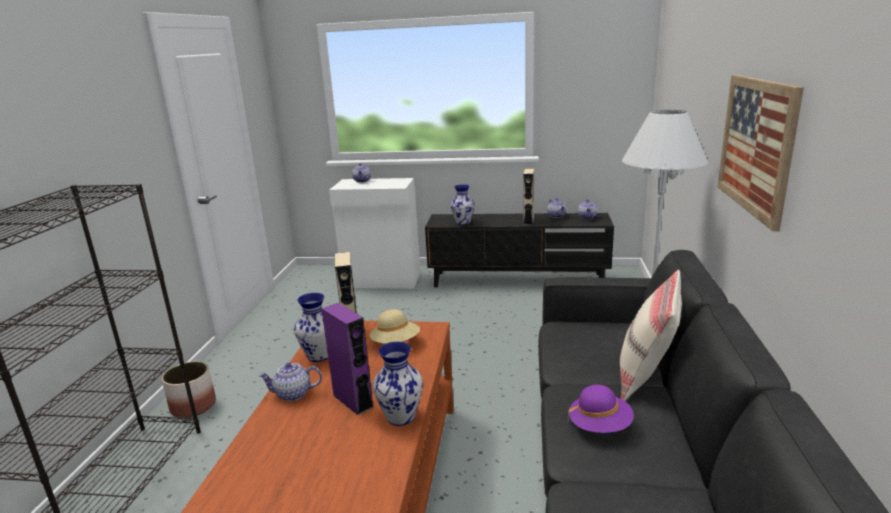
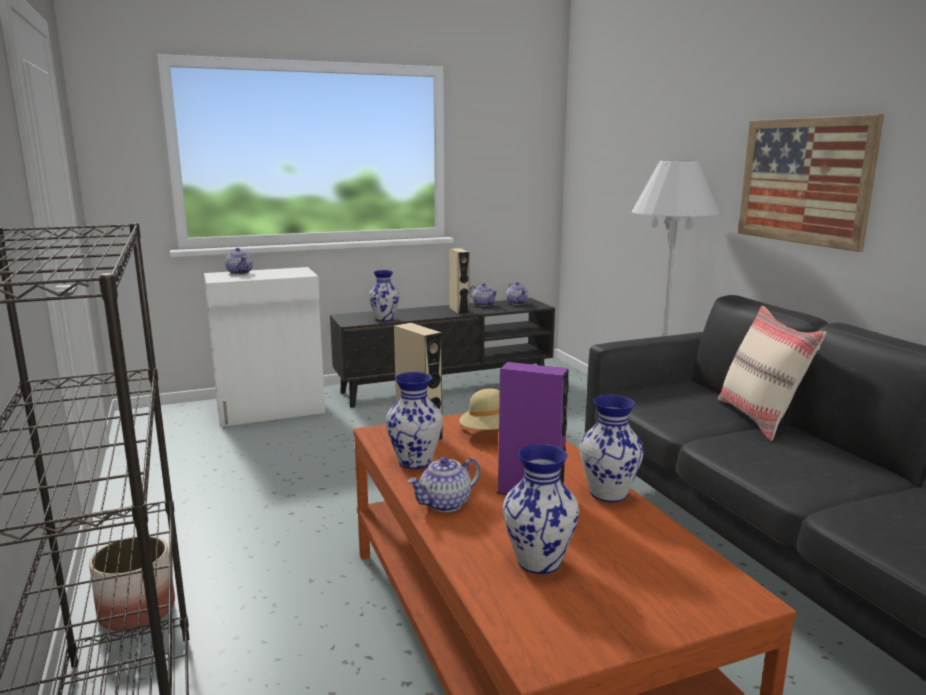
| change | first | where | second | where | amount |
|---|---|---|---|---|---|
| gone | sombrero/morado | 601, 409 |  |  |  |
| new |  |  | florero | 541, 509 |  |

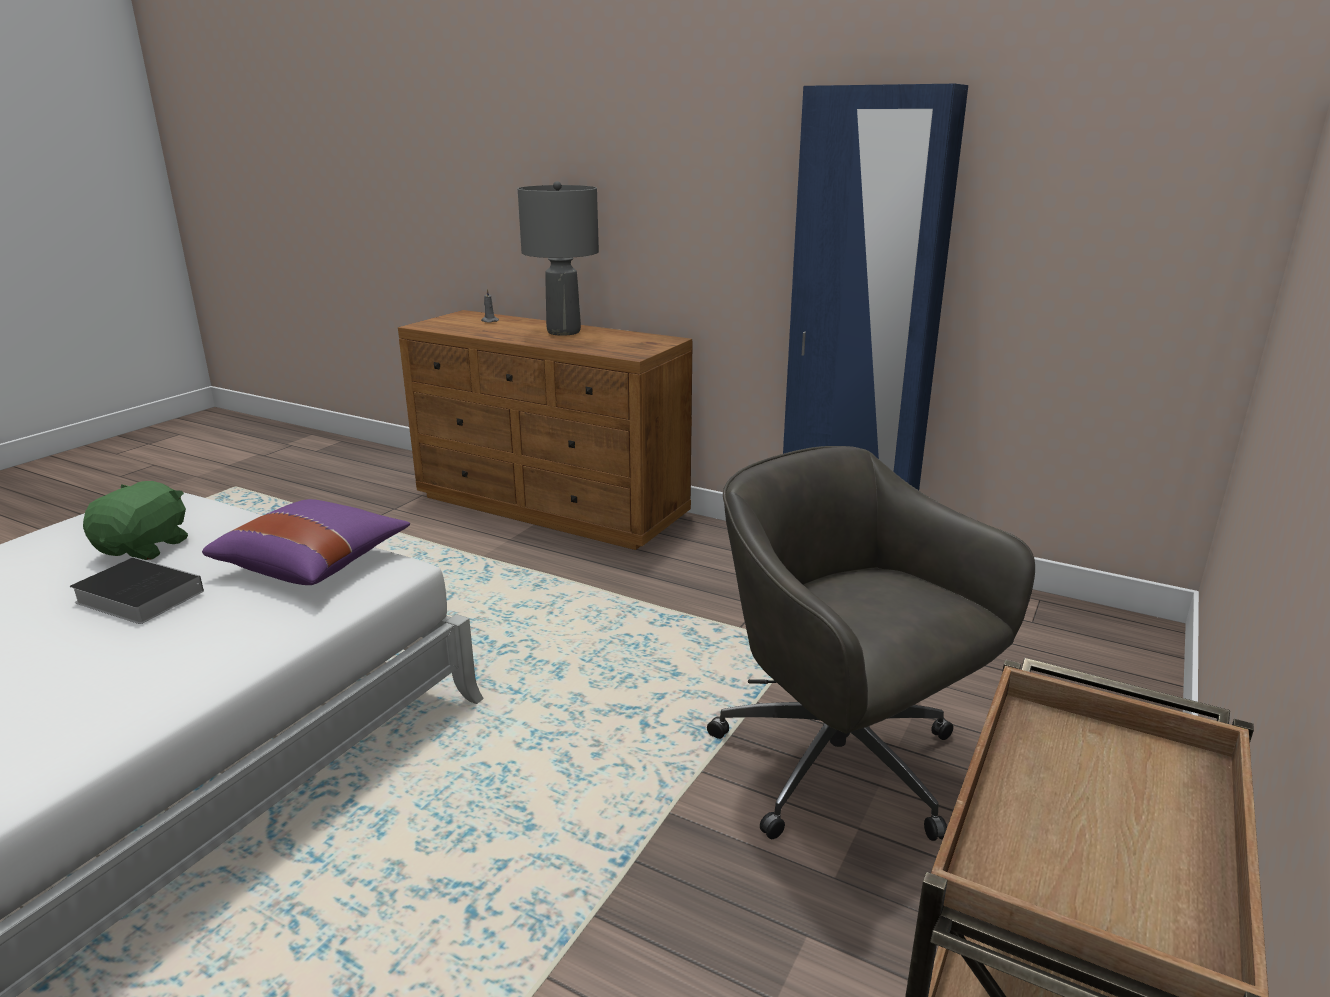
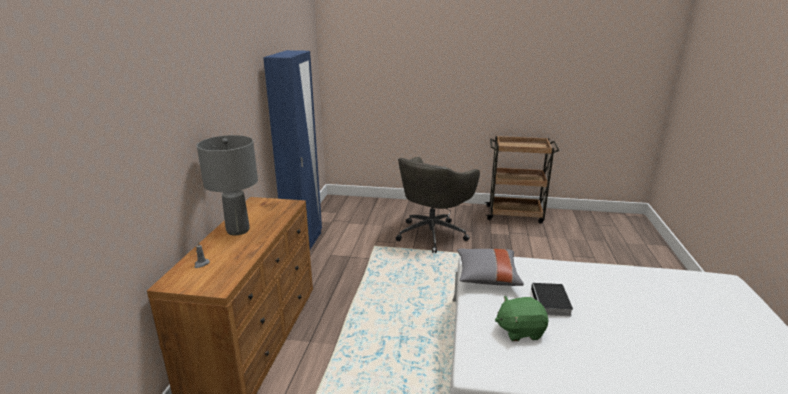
| change | first | where | second | where | amount |
|---|---|---|---|---|---|
| repainted | cojín/morado | 306, 542 | cojín/gris | 490, 267 |  |

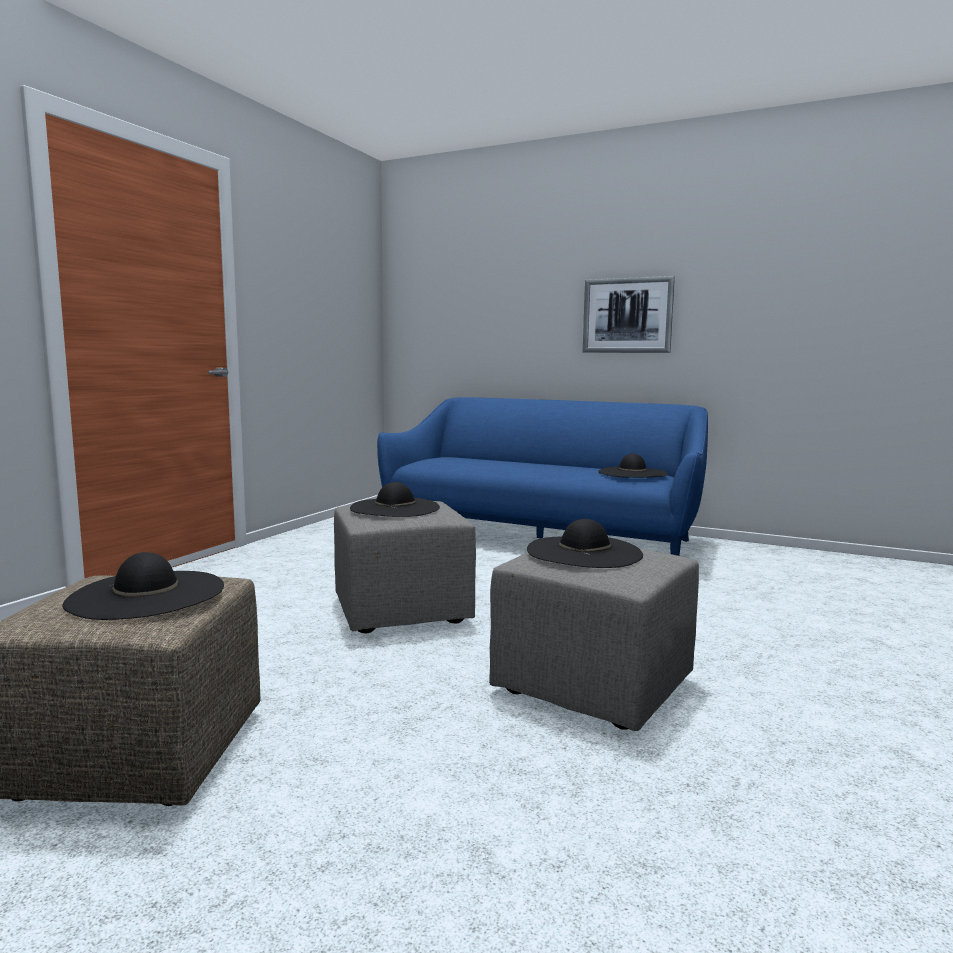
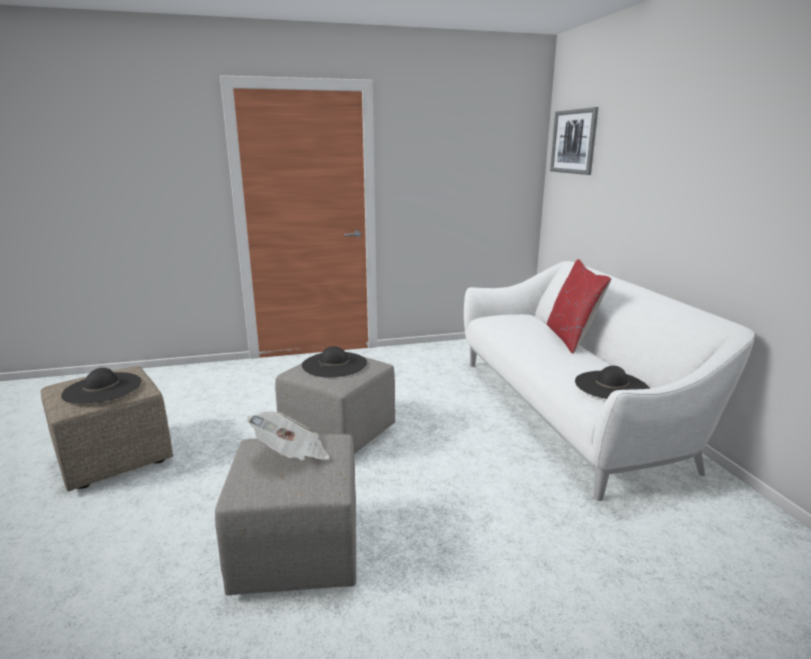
| change | first | where | second | where | amount |
|---|---|---|---|---|---|
| repainted | sofá/azul | 542, 476 | sofá/blanco | 609, 381 |  |
| swapped | sombrero/negro | 585, 543 | periódico | 288, 436 |  |
| shifted | cuadro | 629, 314 |  | 574, 141 |  |
| new |  |  | cojín/rojo | 579, 306 |  |

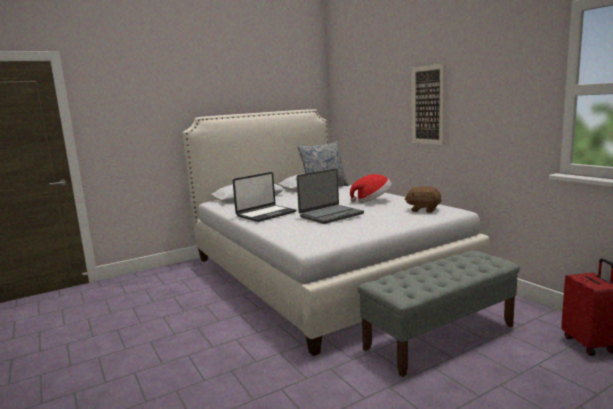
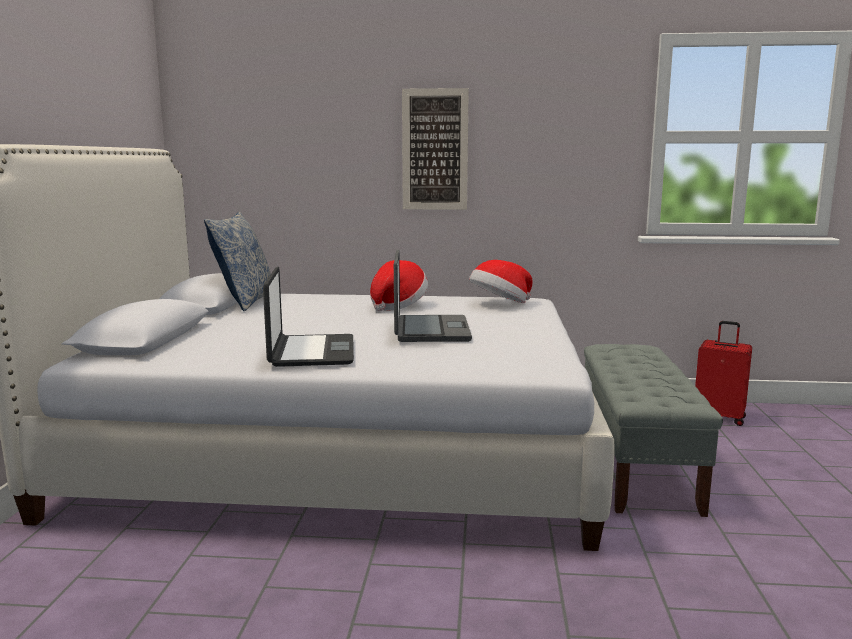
| change | first | where | second | where | amount |
|---|---|---|---|---|---|
| swapped | peluche/marrón | 423, 199 | sombrero | 501, 281 |  |

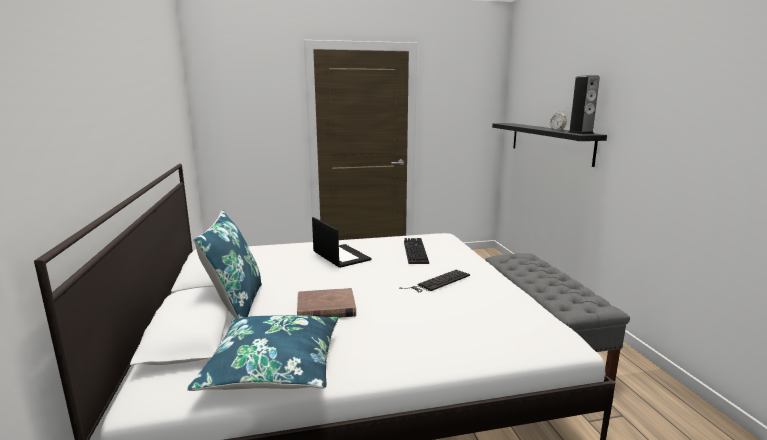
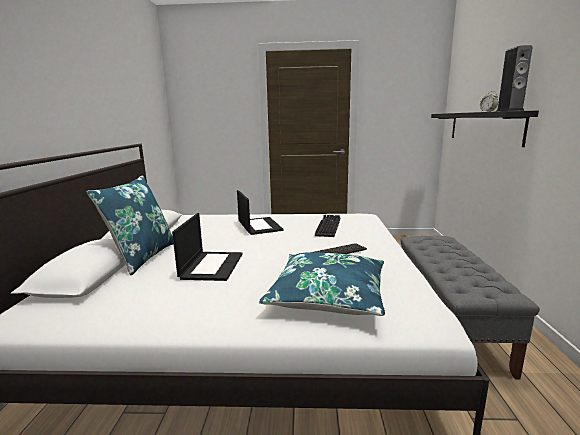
| change | first | where | second | where | amount |
|---|---|---|---|---|---|
| shifted | cojín/azul | 263, 353 |  | 322, 284 |  |
| swapped | libro/marrón | 326, 303 | portátil | 207, 247 |  |

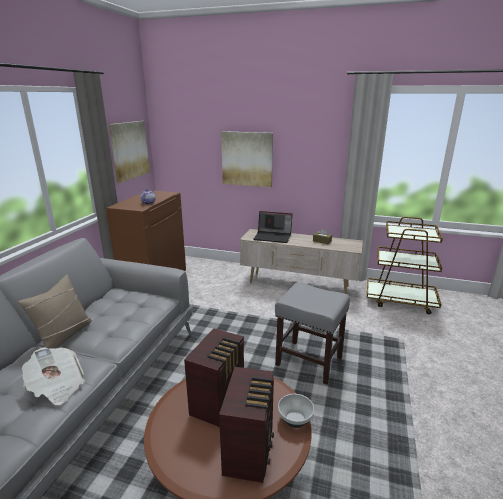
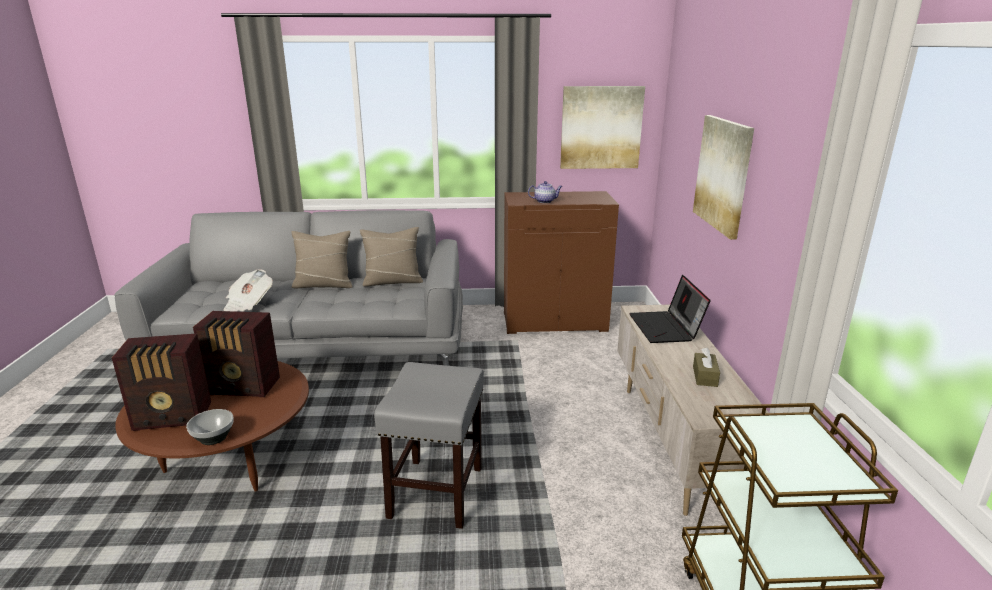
| change | first | where | second | where | amount |
|---|---|---|---|---|---|
| new |  |  | cojín/beis | 391, 257 |  |

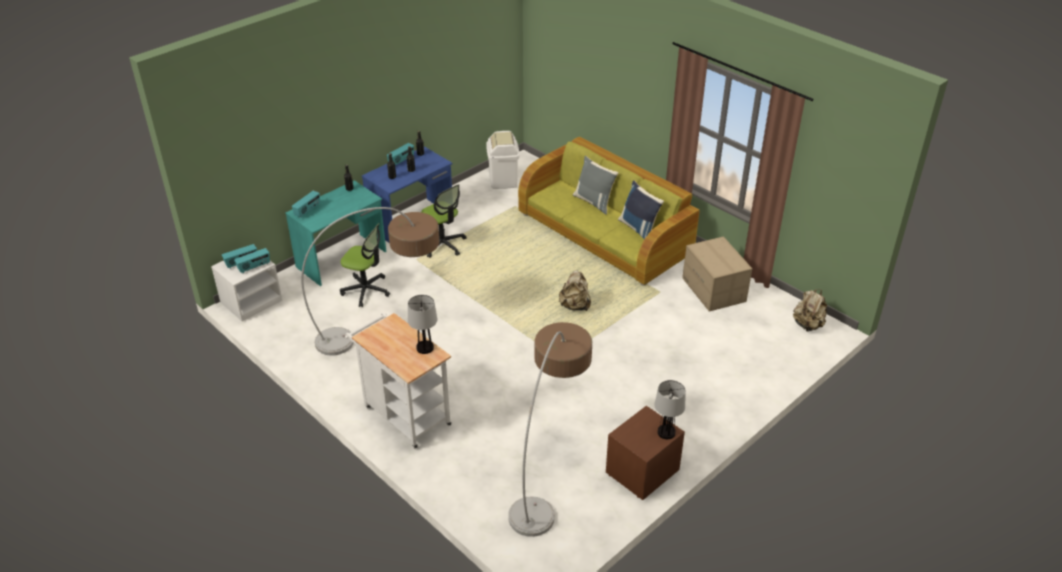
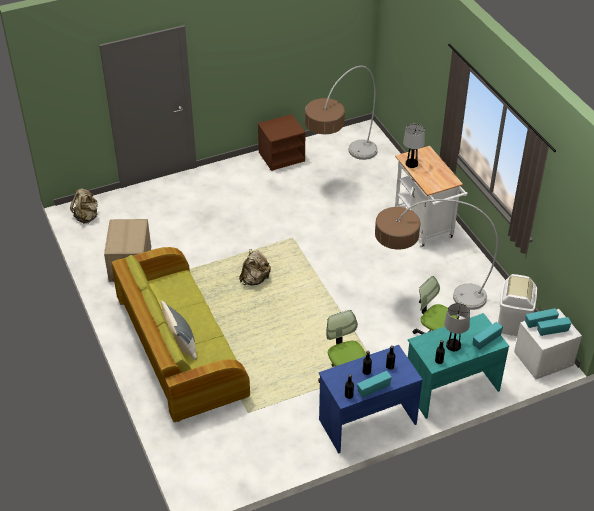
| change | first | where | second | where | amount |
|---|---|---|---|---|---|
| shifted | papelera/blanco | 502, 160 |  | 517, 305 |  |
| gone | cojín/azul | 641, 209 |  |  |  |
| shifted | lámpara de mesa | 670, 409 |  | 457, 327 |  |

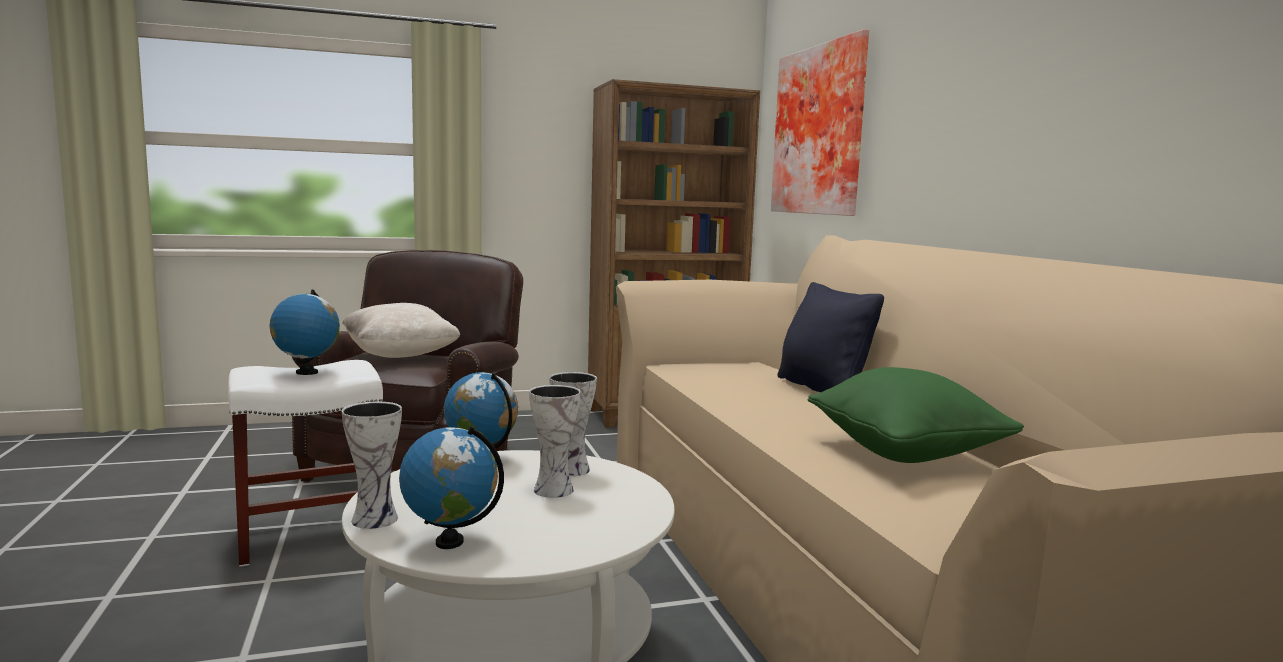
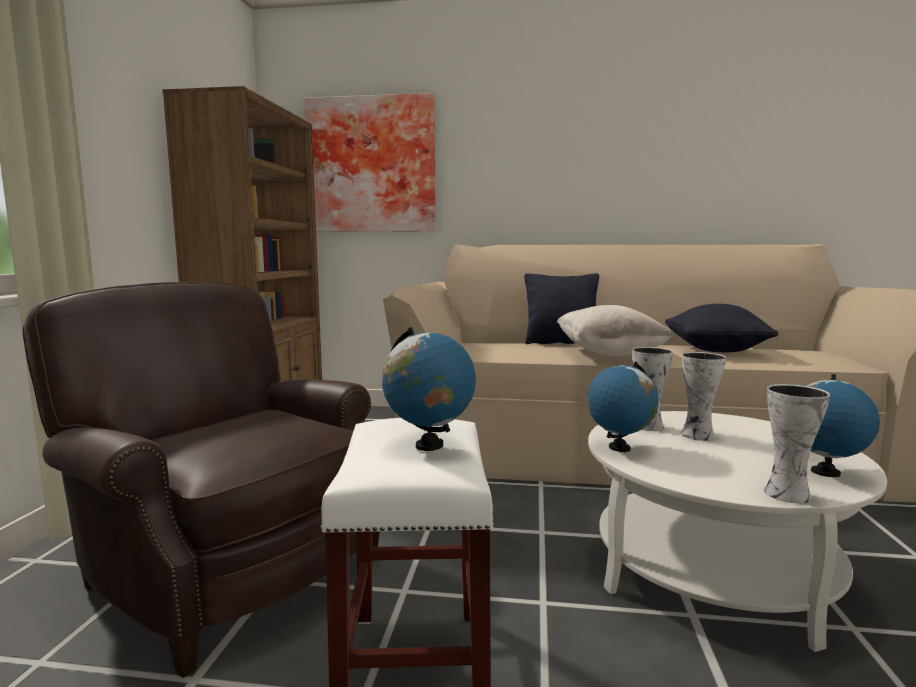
| change | first | where | second | where | amount |
|---|---|---|---|---|---|
| shifted | cojín/beis | 401, 330 |  | 615, 330 |  |
| repainted | cojín/verde | 915, 415 | cojín/negro | 722, 328 |  |

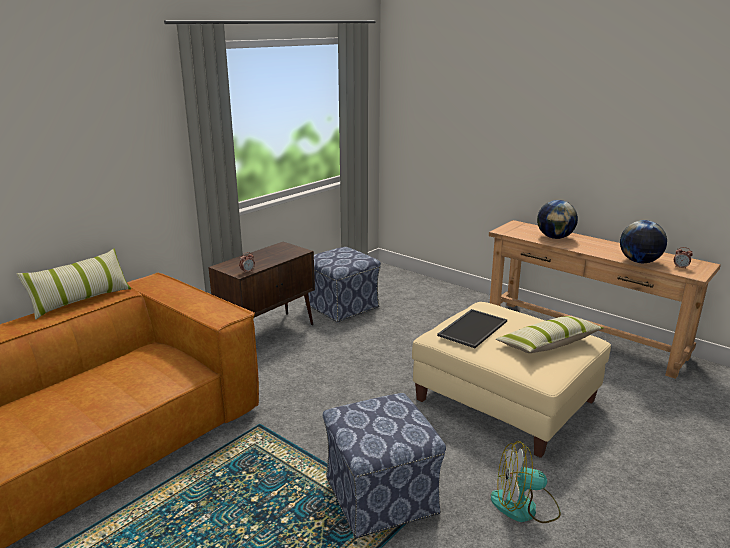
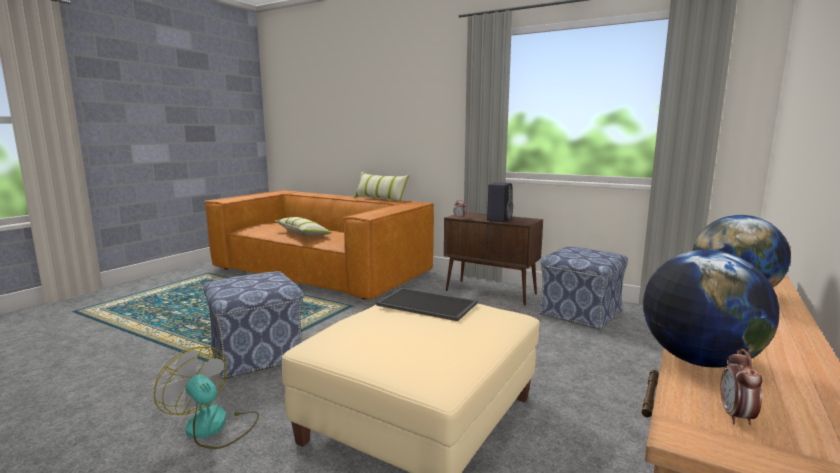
| change | first | where | second | where | amount |
|---|---|---|---|---|---|
| rotated | ventilador | 526, 482 |  | 206, 398 | 45 degrees counterclockwise |
| shifted | cojín | 550, 334 |  | 303, 227 |  |
| new |  |  | altavoz/negro | 500, 202 |  |

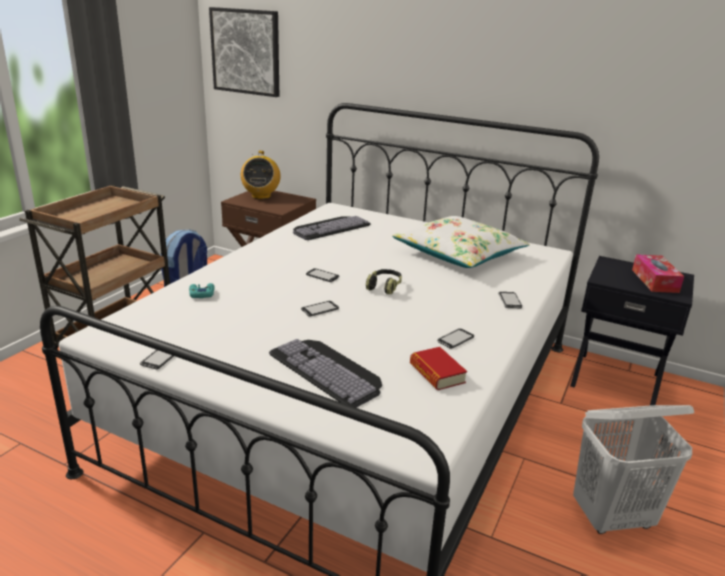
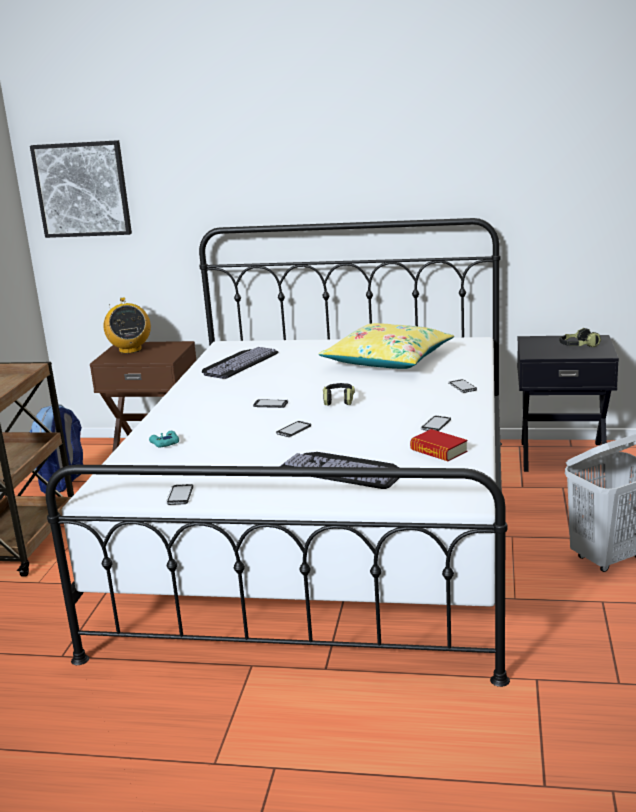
| change | first | where | second | where | amount |
|---|---|---|---|---|---|
| repainted | cojín/blanco | 461, 242 | cojín/amarillo | 386, 346 |  |
| swapped | caja de pañuelos | 658, 273 | auriculares | 580, 337 |  |

